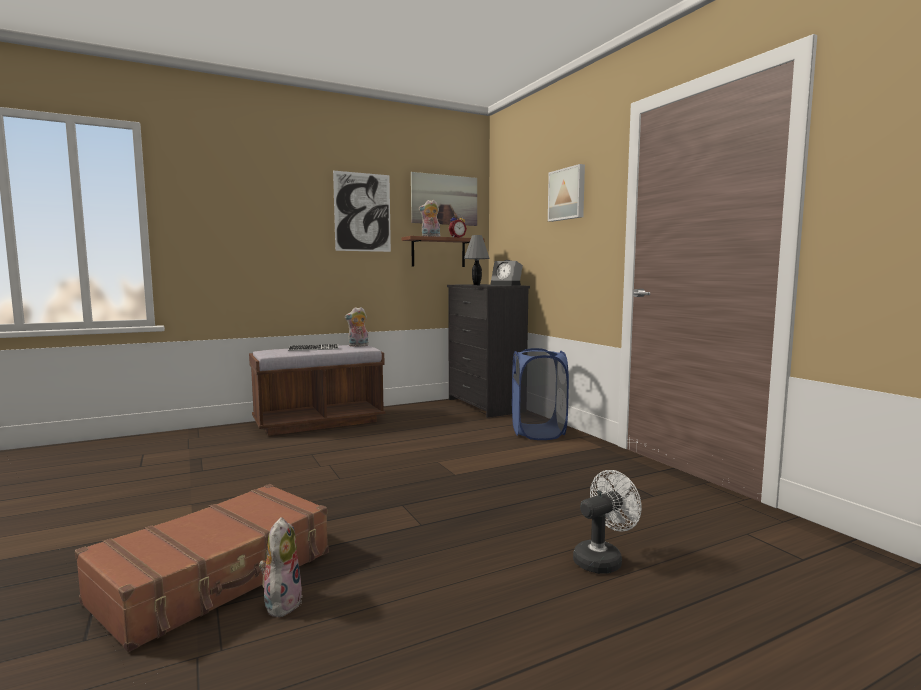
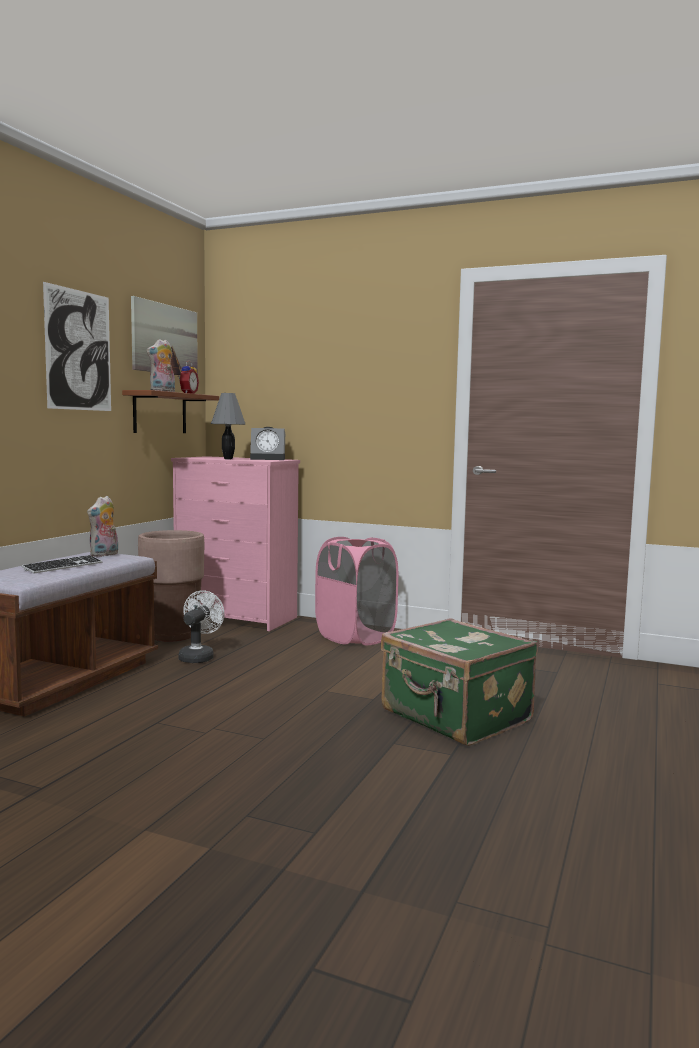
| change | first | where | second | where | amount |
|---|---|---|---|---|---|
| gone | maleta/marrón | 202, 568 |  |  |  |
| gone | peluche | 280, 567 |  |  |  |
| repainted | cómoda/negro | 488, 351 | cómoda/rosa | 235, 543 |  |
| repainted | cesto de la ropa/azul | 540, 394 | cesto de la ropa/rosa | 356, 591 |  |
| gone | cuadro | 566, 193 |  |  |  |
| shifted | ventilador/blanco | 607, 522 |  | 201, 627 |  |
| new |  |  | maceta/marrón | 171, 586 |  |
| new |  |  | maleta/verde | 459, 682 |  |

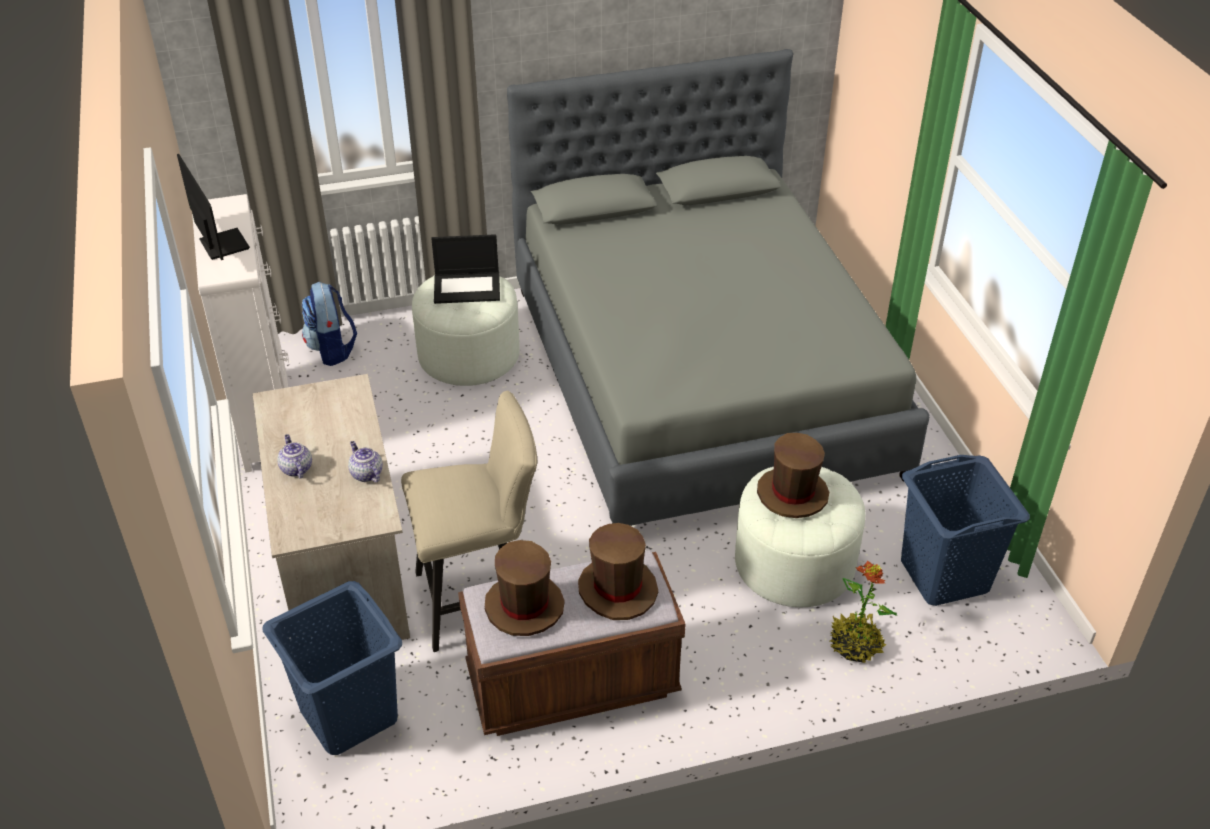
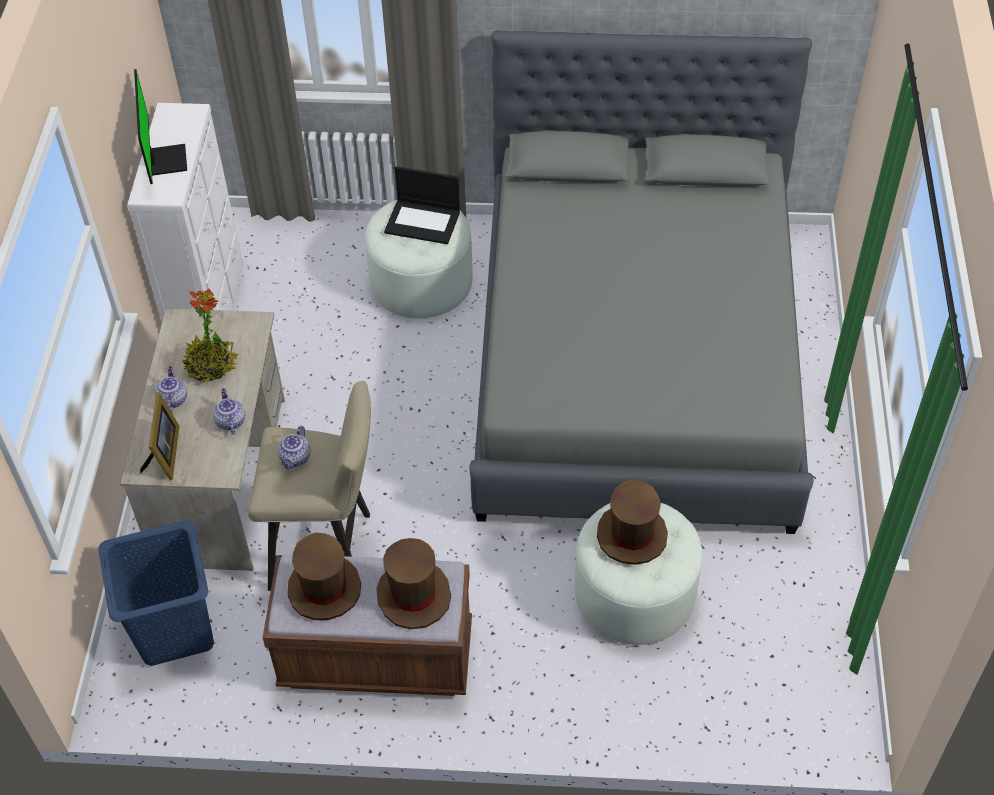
| change | first | where | second | where | amount |
|---|---|---|---|---|---|
| gone | mochila | 329, 324 |  |  |  |
| shifted | planta en maceta | 863, 612 |  | 210, 335 |  |
| gone | cesto de la ropa/azul | 965, 530 |  |  |  |
| new |  |  | portarretratos | 159, 436 |  |
| new |  |  | tetera | 294, 447 |  |

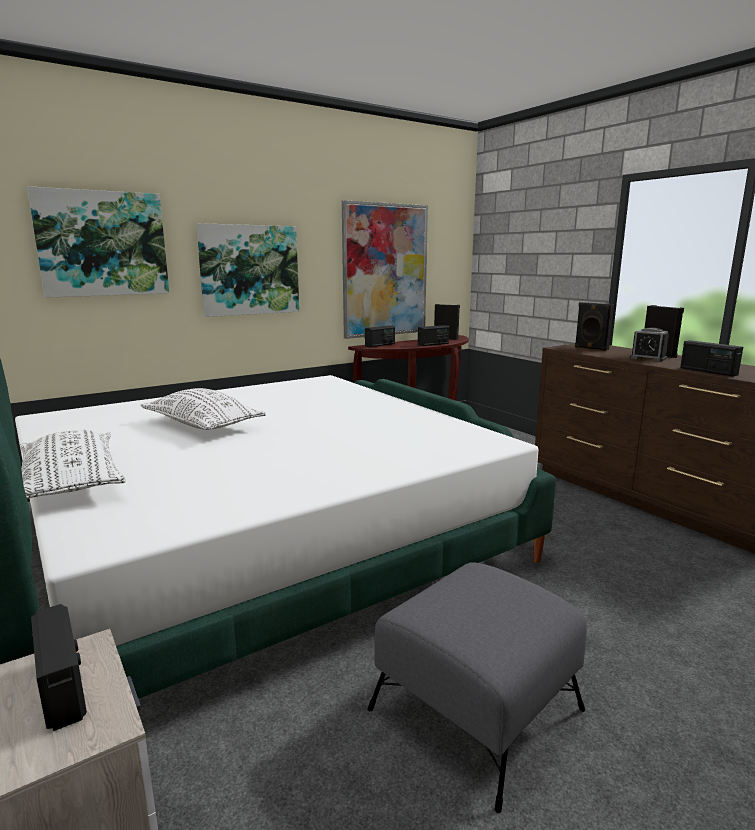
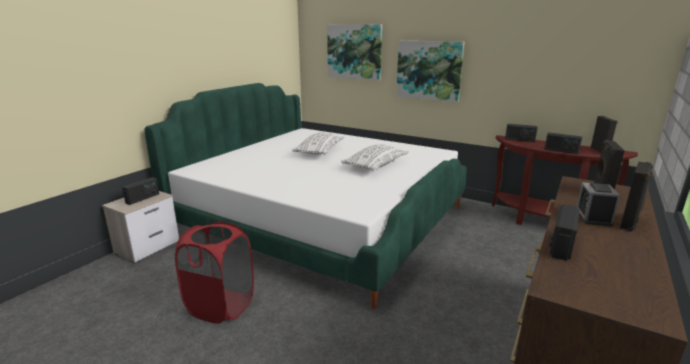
| change | first | where | second | where | amount |
|---|---|---|---|---|---|
| shifted | cojín/blanco | 73, 464 |  | 375, 157 |  |
| gone | cuadro | 385, 269 |  |  |  |
| swapped | puf/gris | 477, 687 | cesto de la ropa/rojo | 214, 273 |  |

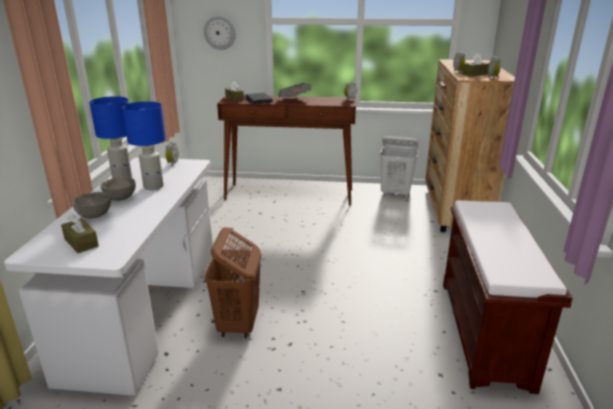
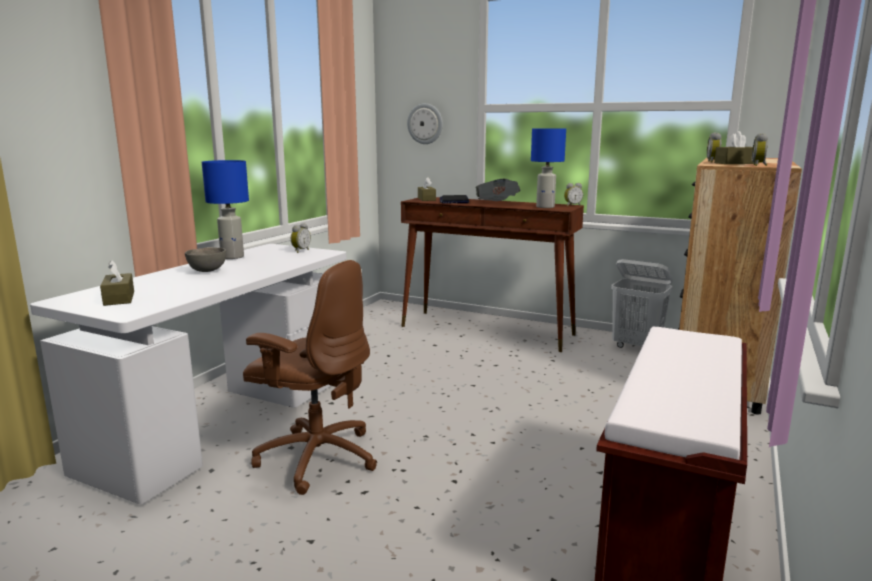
| change | first | where | second | where | amount |
|---|---|---|---|---|---|
| gone | cuenco/gris | 91, 205 |  |  |  |
| shifted | lámpara de mesa/azul | 144, 145 |  | 548, 168 |  |
| swapped | cesto de la ropa/marrón | 232, 282 | silla de oficina/marrón | 310, 377 |  |

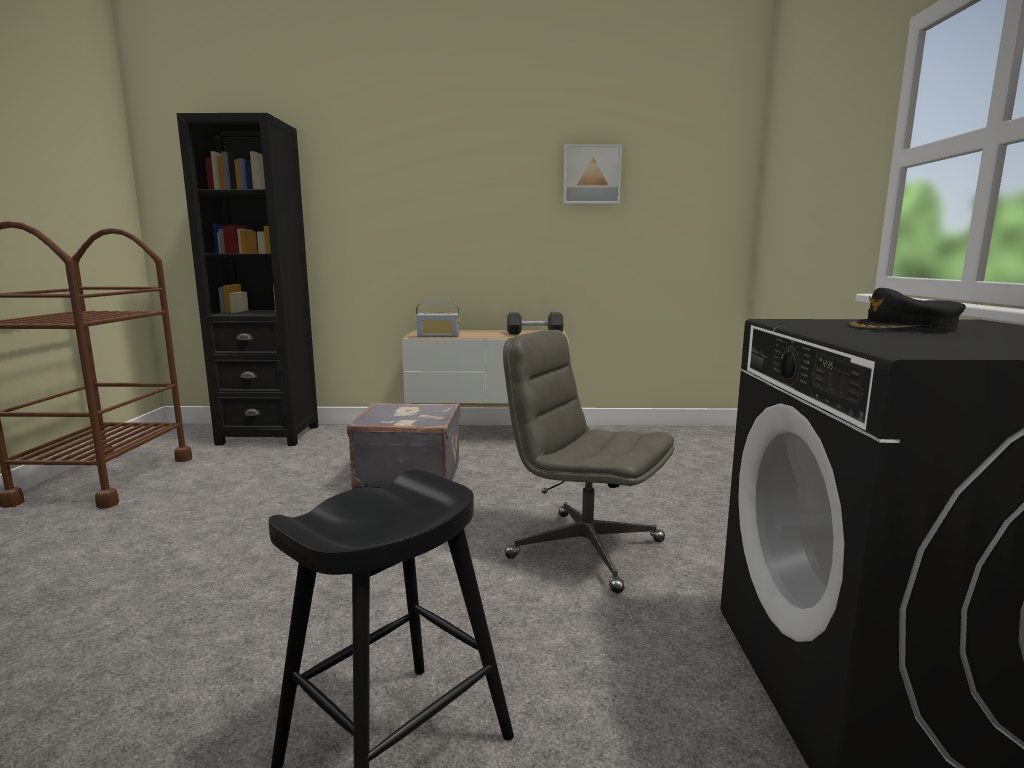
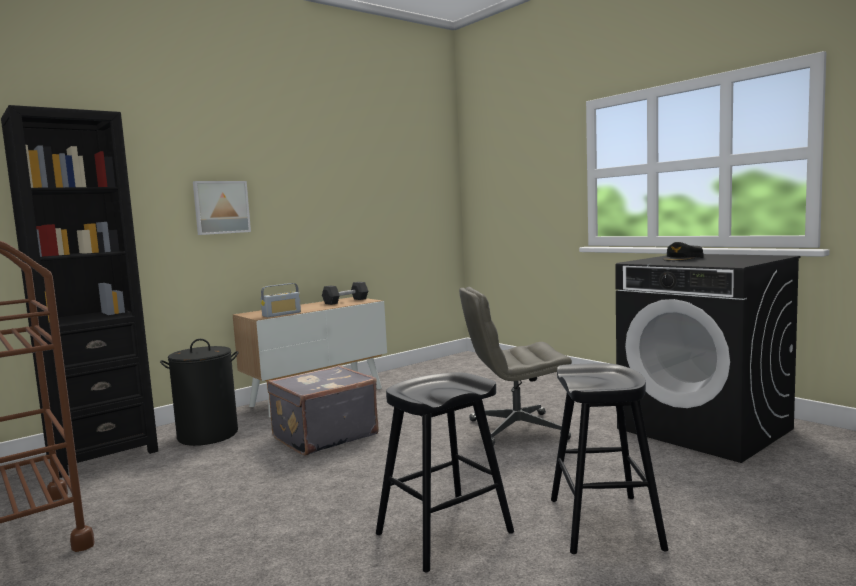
| change | first | where | second | where | amount |
|---|---|---|---|---|---|
| shifted | cuadro | 592, 174 |  | 222, 208 |  |
| new |  |  | cesto de la ropa/negro | 199, 392 |  |
| new |  |  | taburete/negro | 445, 472 |  |

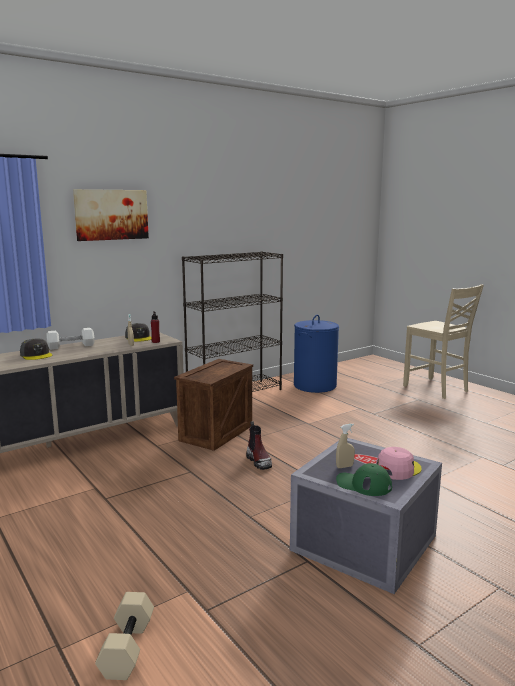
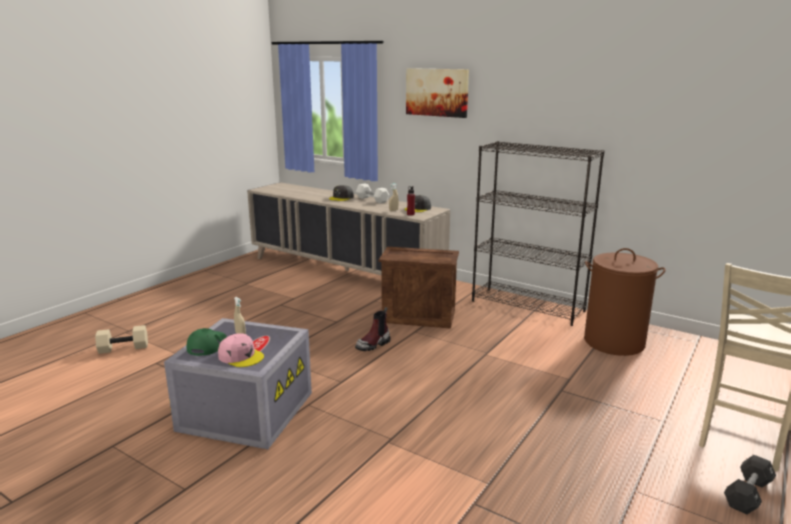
| change | first | where | second | where | amount |
|---|---|---|---|---|---|
| repainted | cesto de la ropa/azul | 316, 354 | cesto de la ropa/marrón | 625, 302 |  |
| new |  |  | mancuerna/negro | 750, 484 |  |

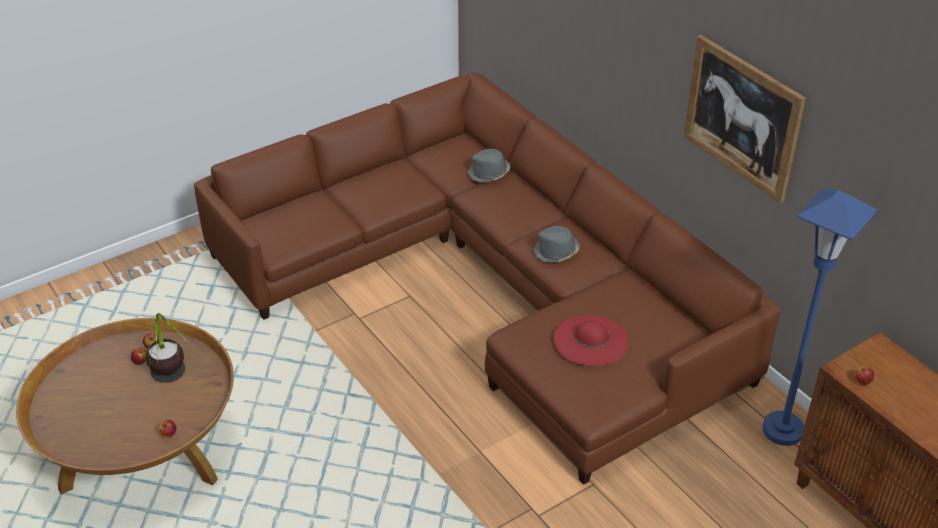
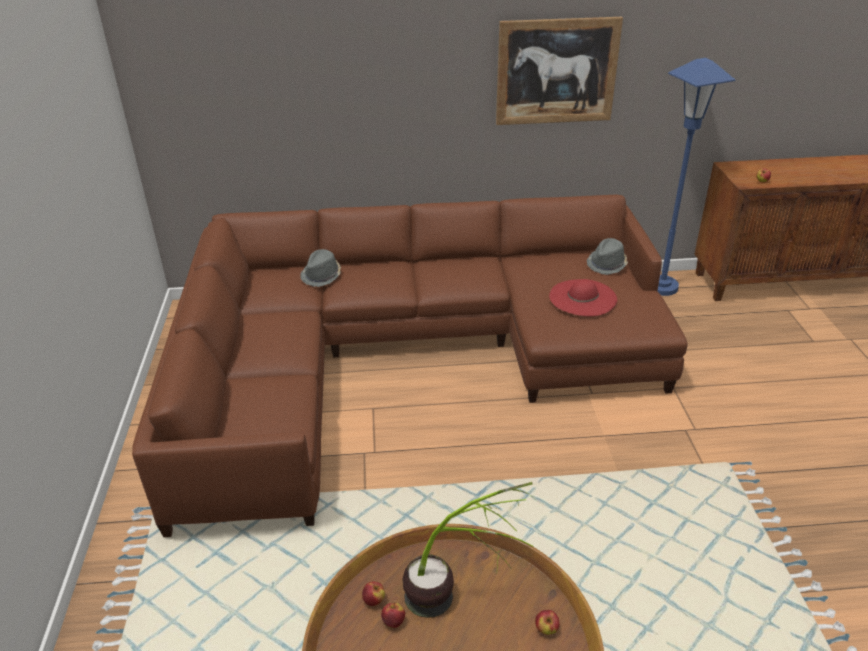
| change | first | where | second | where | amount |
|---|---|---|---|---|---|
| shifted | sombrero/gris | 556, 244 |  | 607, 256 |  |

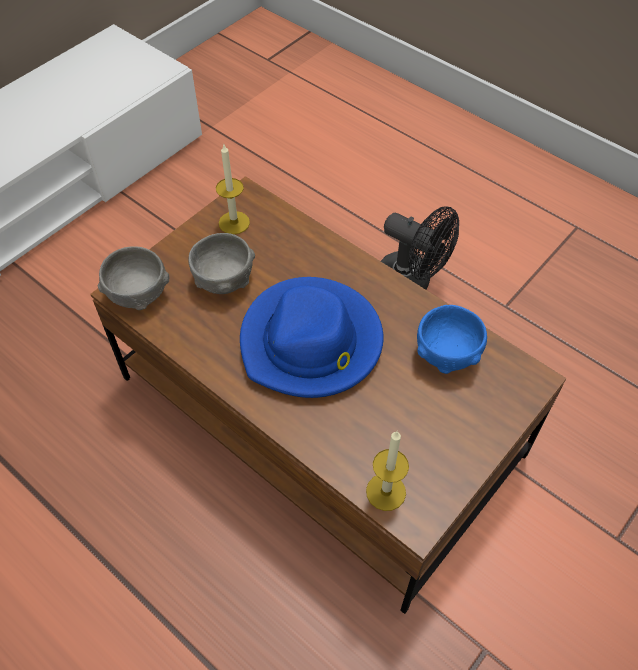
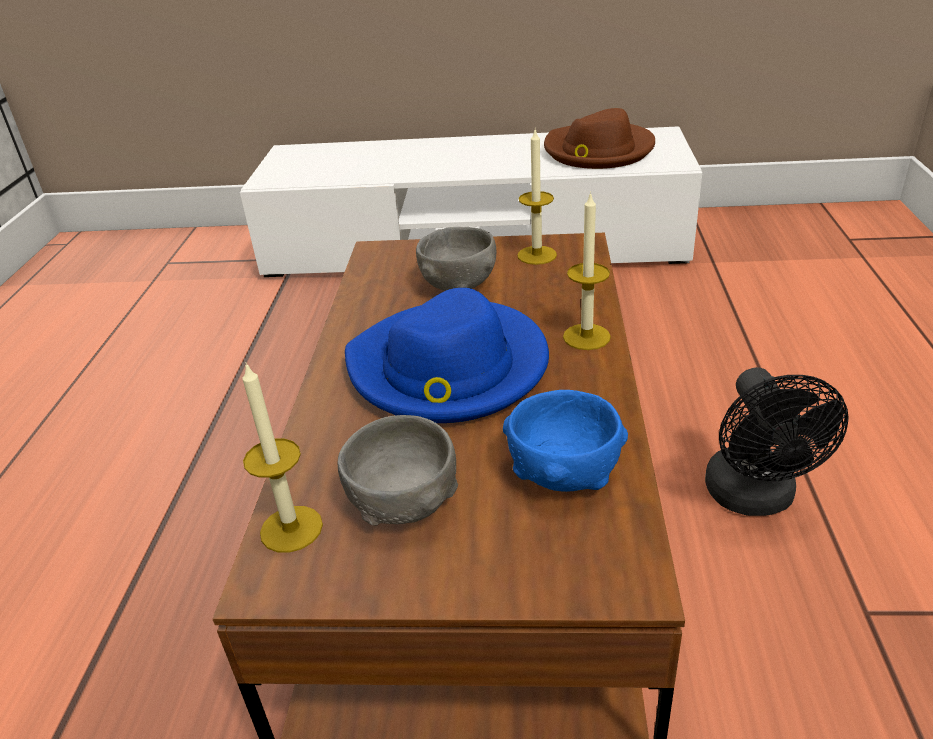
| change | first | where | second | where | amount |
|---|---|---|---|---|---|
| shifted | cuenco/gris | 133, 278 |  | 397, 470 |  |
| new |  |  | sombrero/marrón | 599, 138 |  |
| new |  |  | vela | 587, 270 |  |

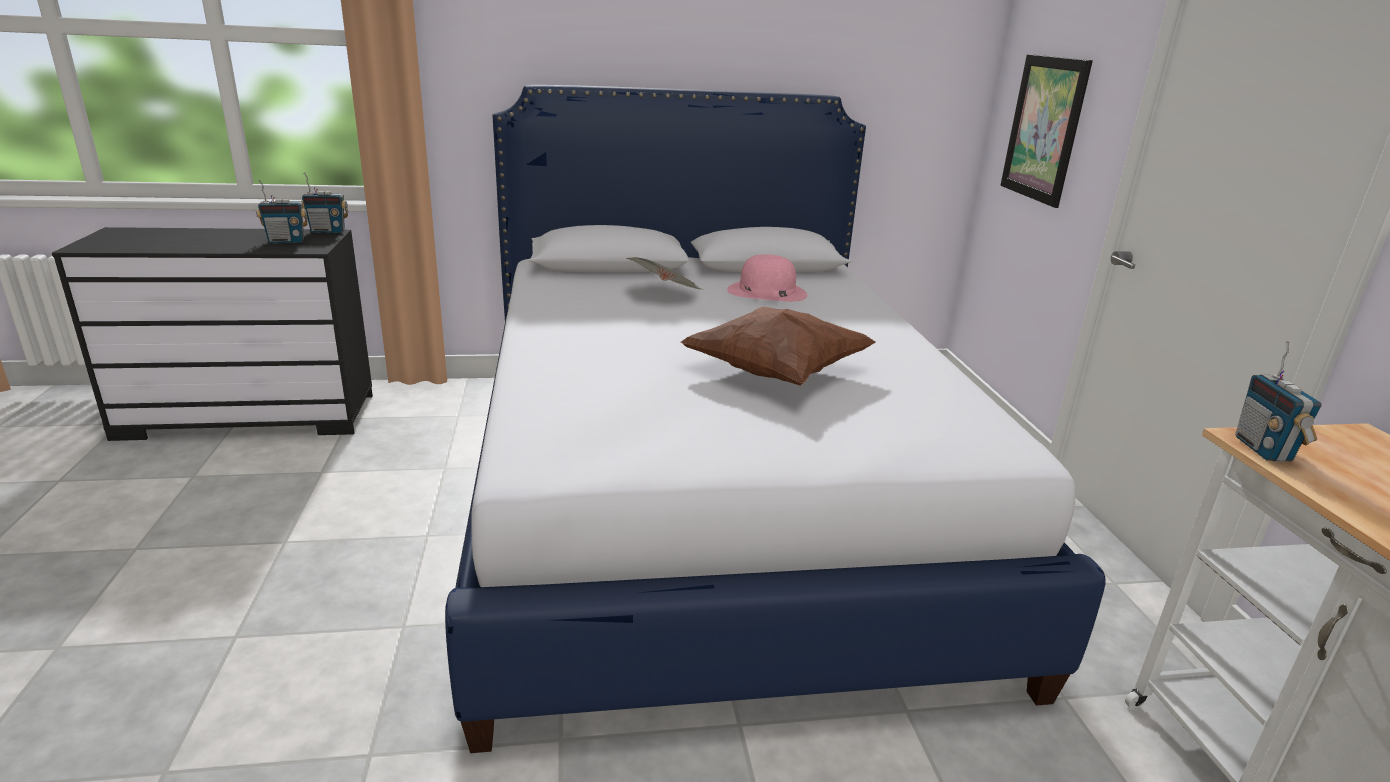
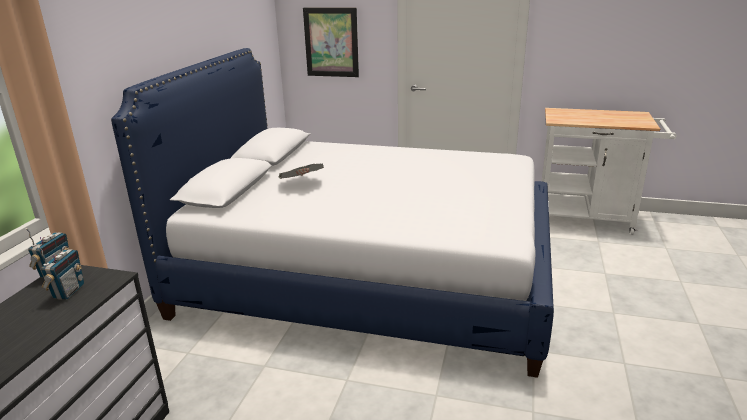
| change | first | where | second | where | amount |
|---|---|---|---|---|---|
| gone | cojín/marrón | 778, 346 |  |  |  |
| gone | sombrero/rosa | 767, 278 |  |  |  |
| gone | radio | 1278, 401 |  |  |  |

